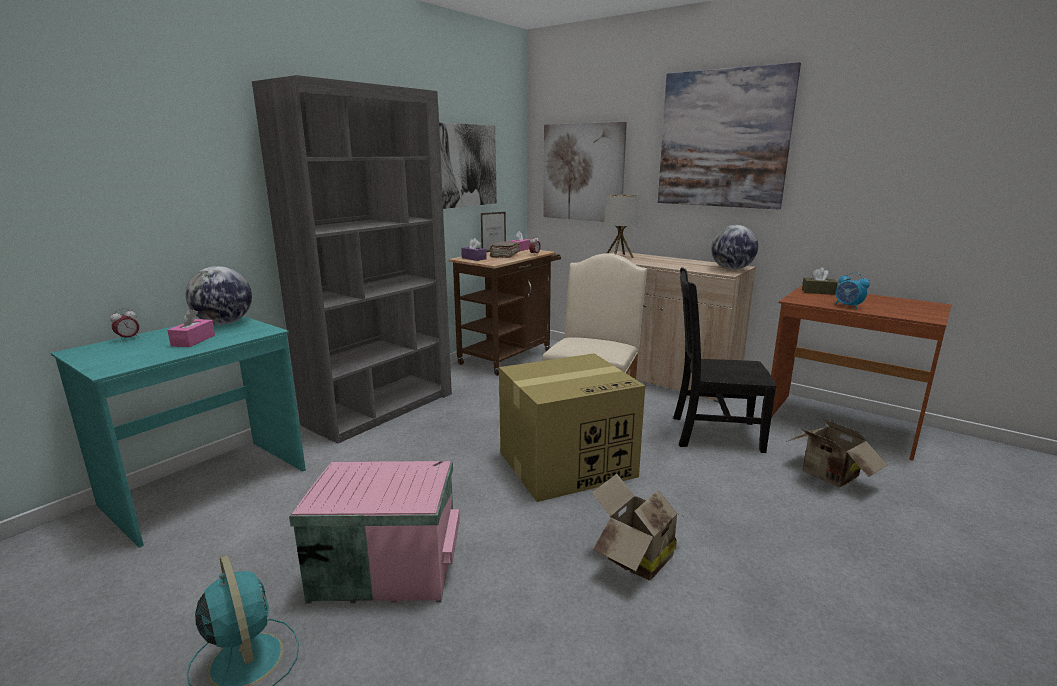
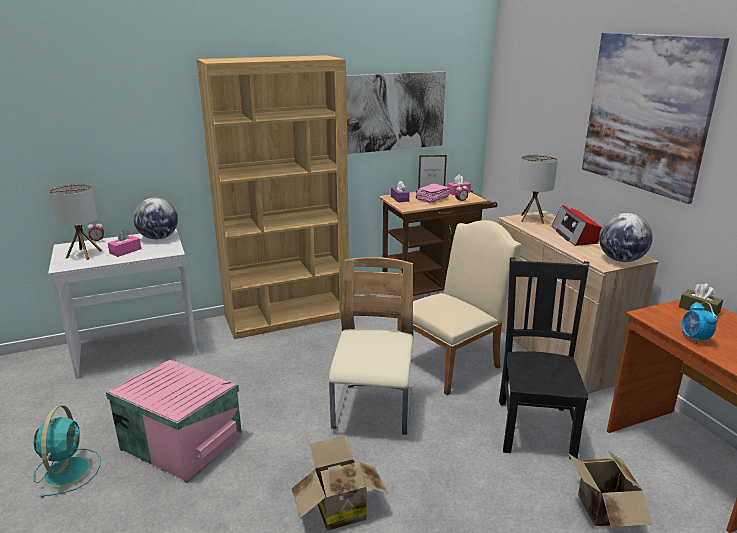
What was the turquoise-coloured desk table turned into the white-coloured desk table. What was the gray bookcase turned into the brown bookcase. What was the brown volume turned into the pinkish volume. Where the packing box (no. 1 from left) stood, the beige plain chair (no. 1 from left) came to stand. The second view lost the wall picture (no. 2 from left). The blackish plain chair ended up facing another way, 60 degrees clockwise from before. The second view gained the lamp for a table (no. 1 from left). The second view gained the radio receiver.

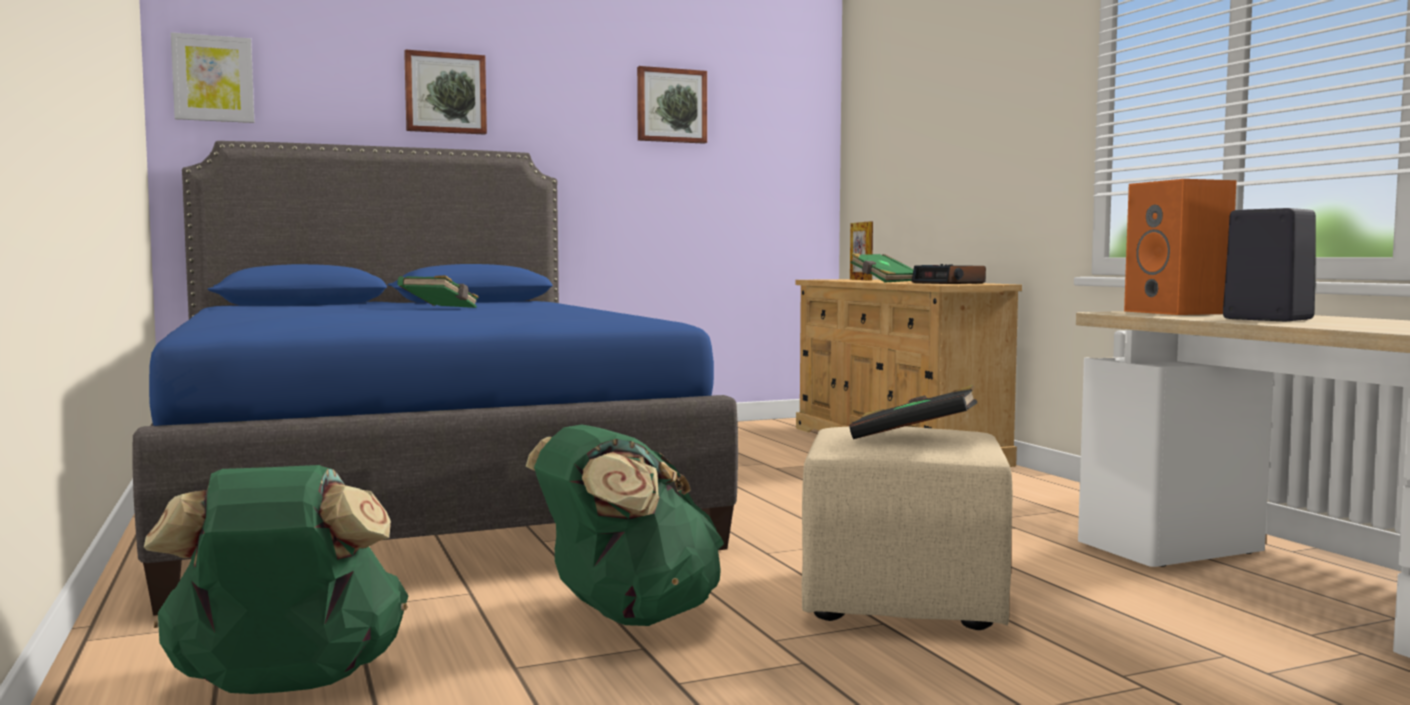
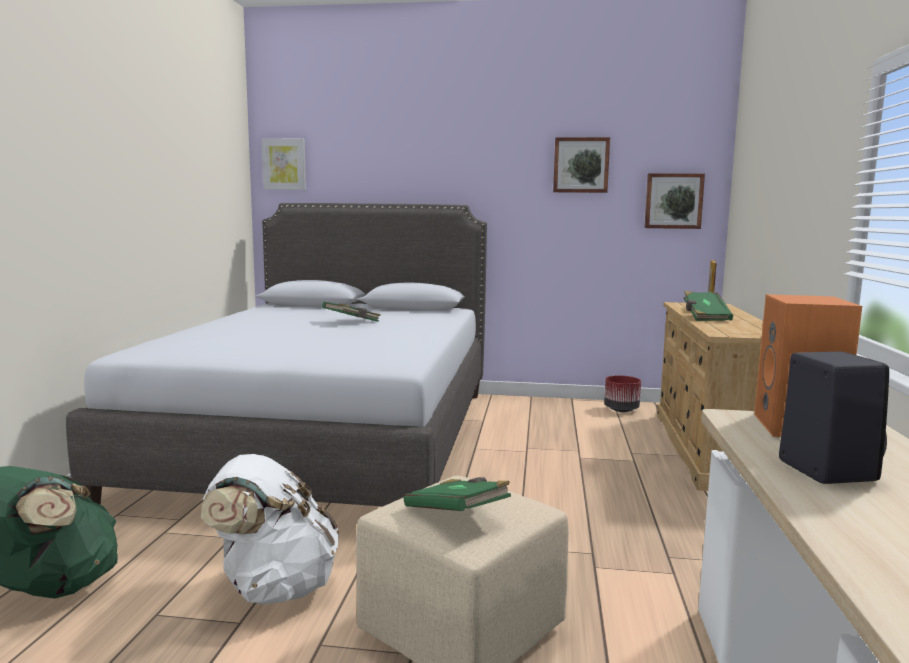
What was the blue bed turned into the gray bed. The wall picture (no. 2 from left in the first image) ended up elsewhere. What was the green rucksack (no. 2 from left) turned into the white-coloured rucksack. What was the blackish volume turned into the green volume (no. 2 from left). The second view lost the alarm clock. The second view gained the reddish flower pot.

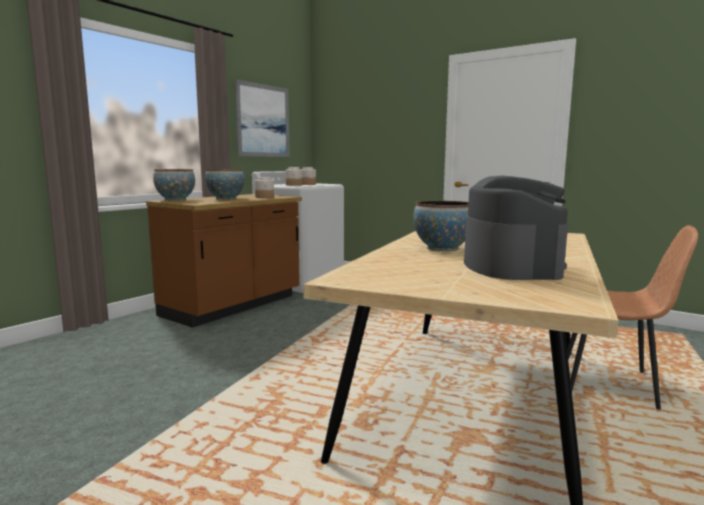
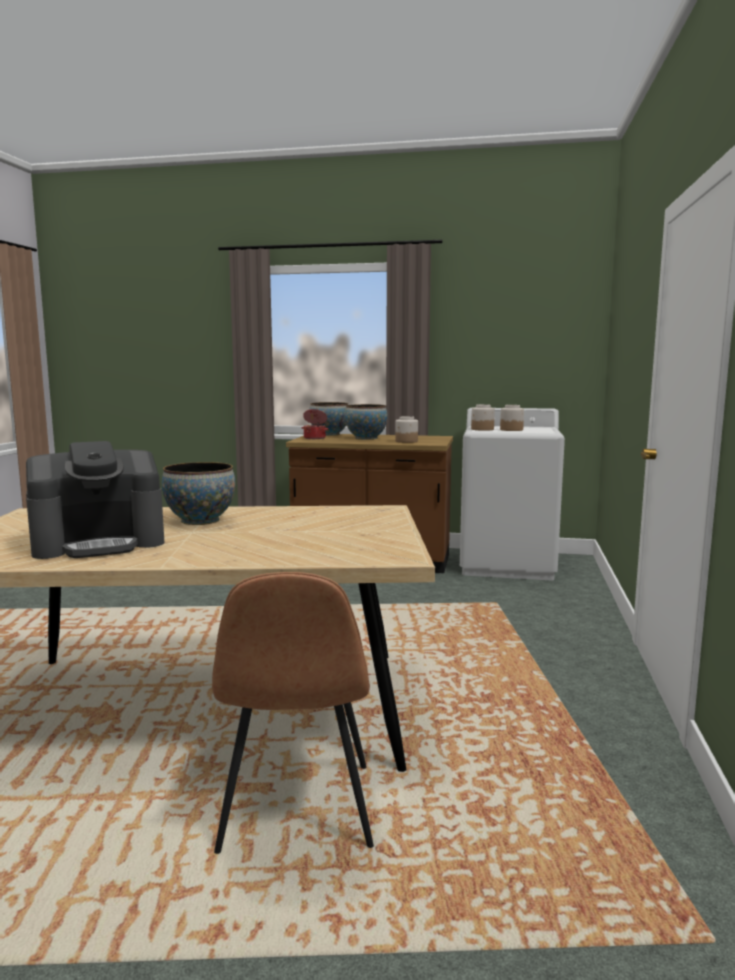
The second view lost the wall picture. The second view gained the stockpot.

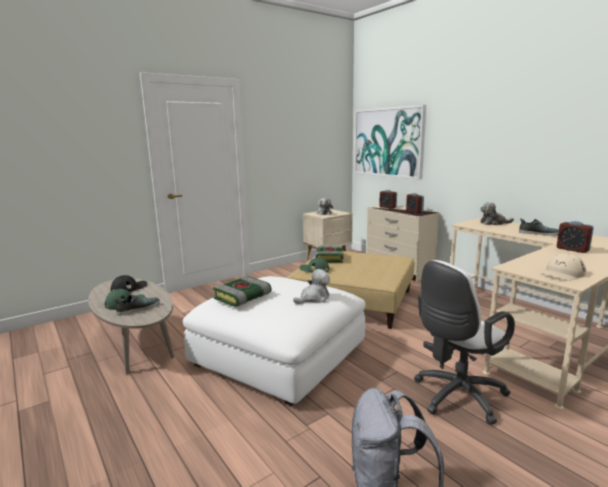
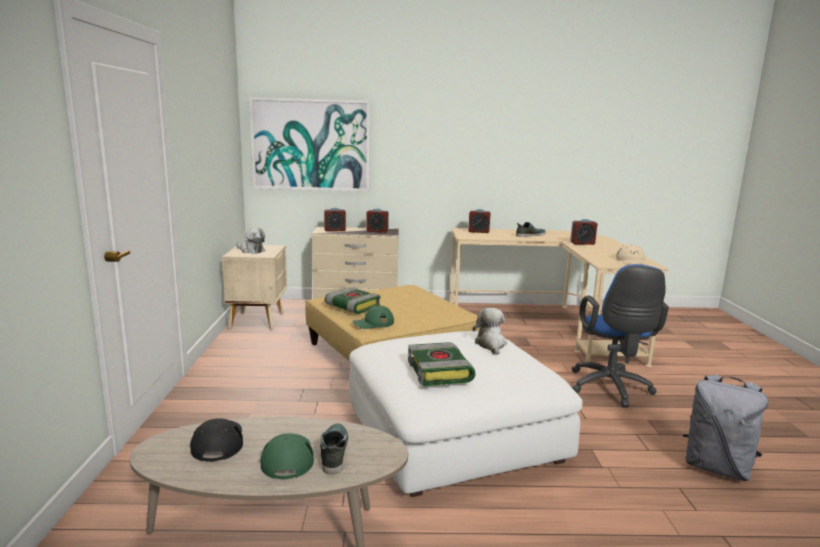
What was the white-coloured desk chair turned into the blue desk chair. Where the soft toy (no. 3 from left) stood, the alarm clock (no. 3 from left) came to stand.

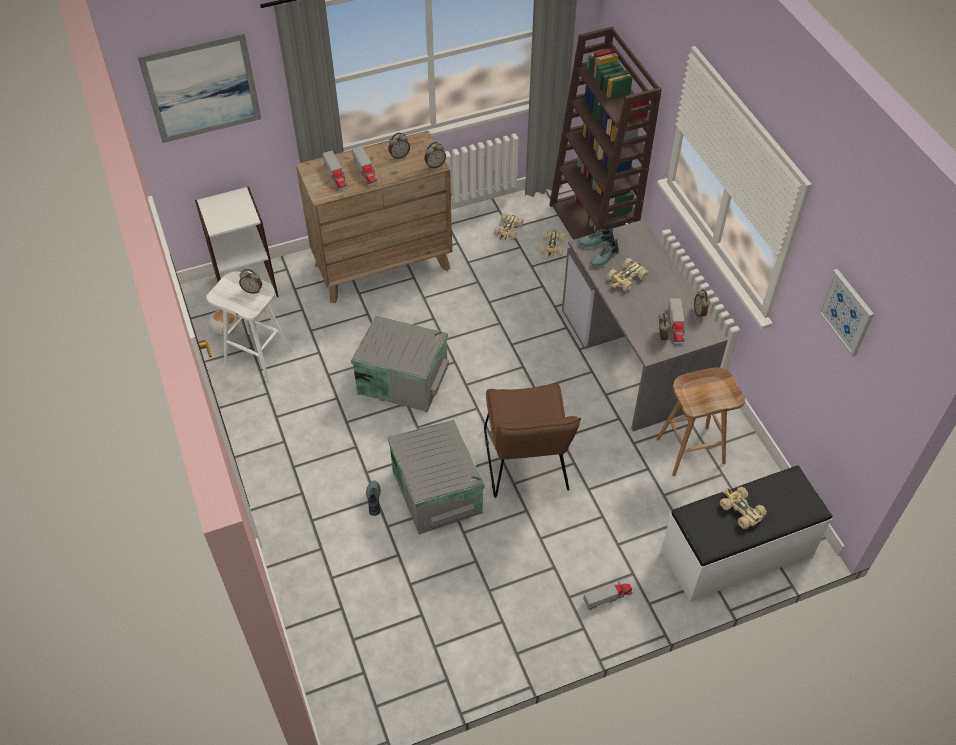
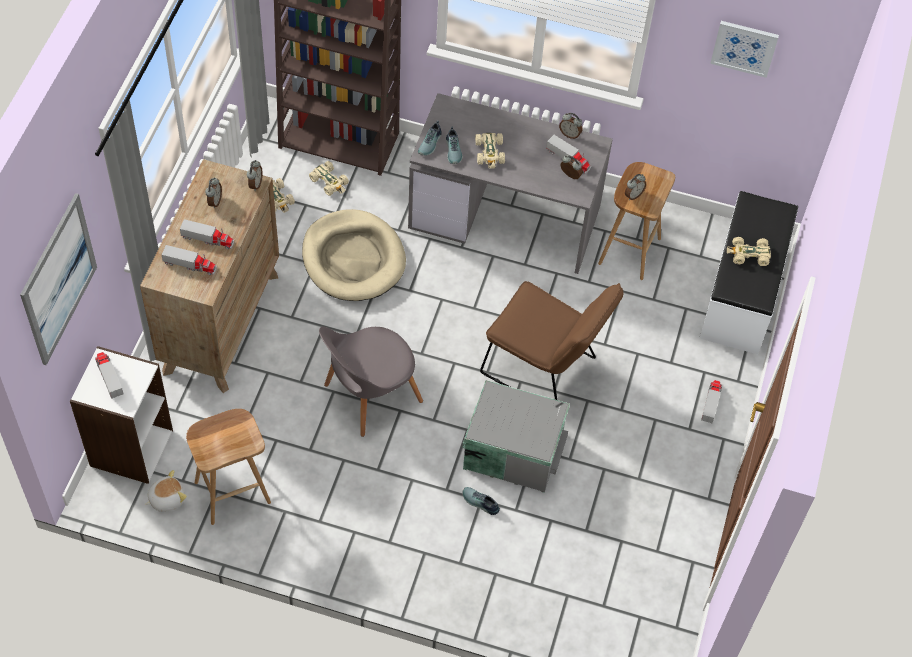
What was the white-coloured stool seat turned into the brown stool seat (no. 1 from left). The alarm clock (no. 1 from left in the first image) ended up elsewhere. Where the gray storage container (no. 1 from left) stood, the gray plain chair came to stand. The second view gained the toy truck (no. 1 from left). The second view gained the beige dog bed.

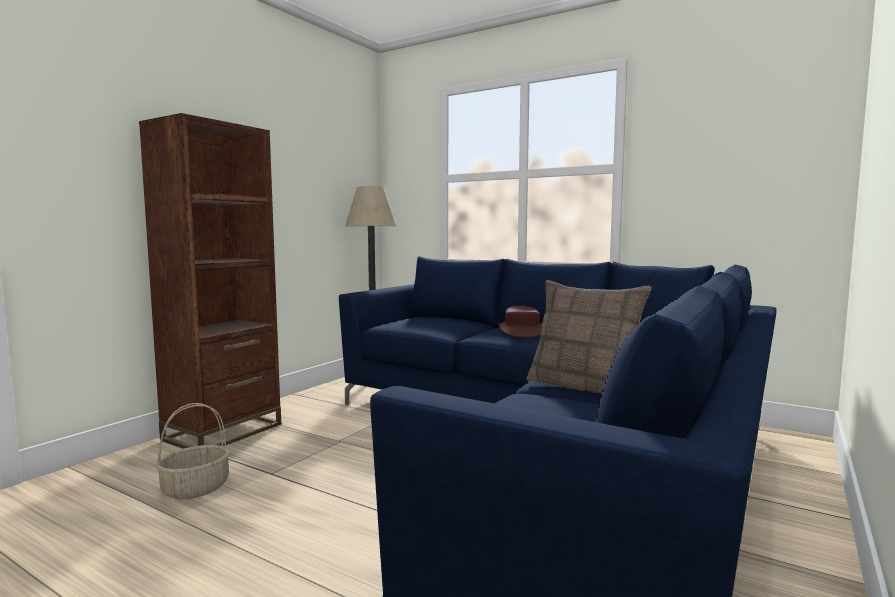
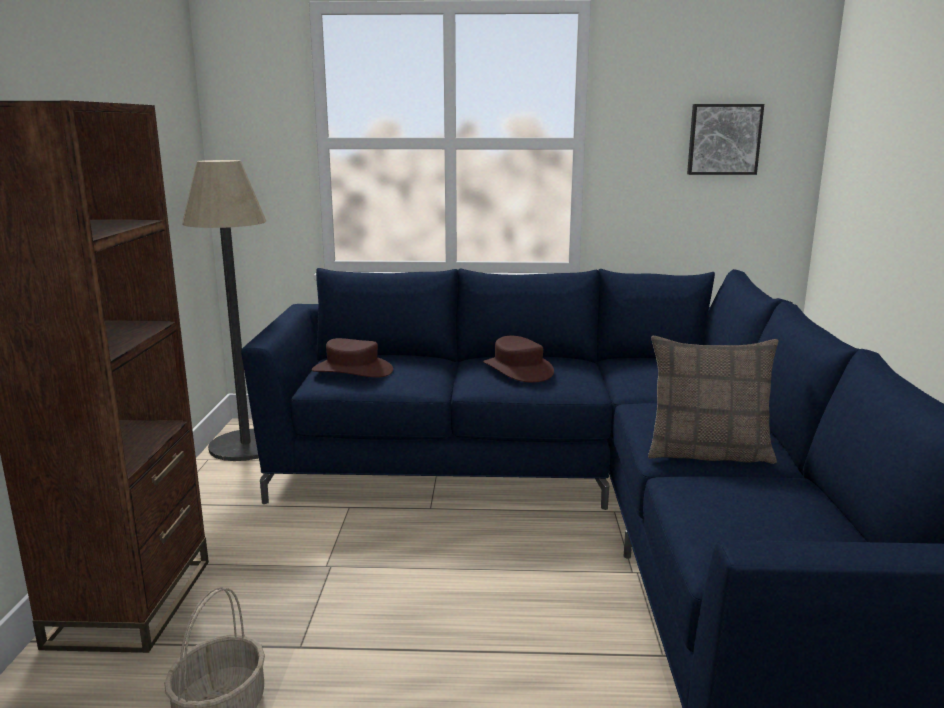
The second view gained the brown clothing hat (no. 1 from left). The second view gained the wall picture.

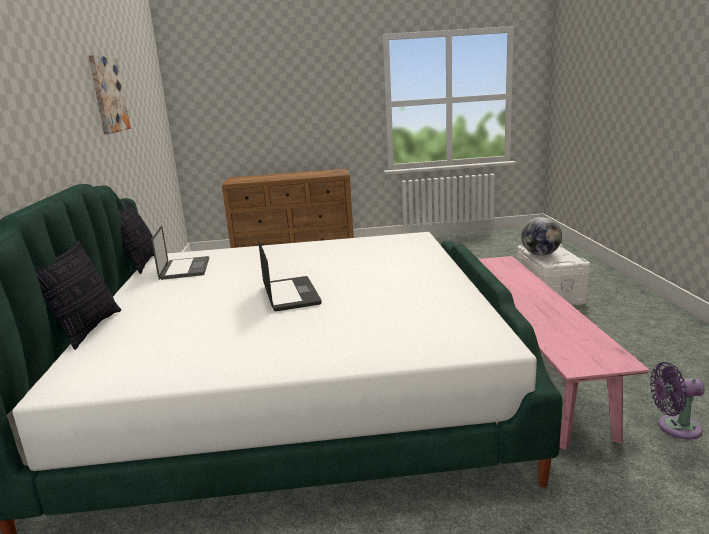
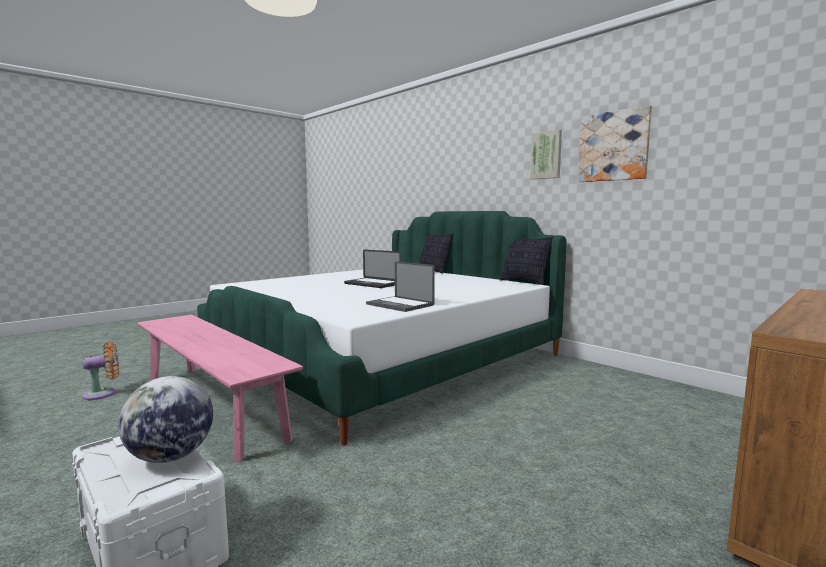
The notebook computer (no. 1 from left in the first image) ended up elsewhere. What was the purple cooling fan turned into the orange-coloured cooling fan. The second view gained the wall picture (no. 1 from left).

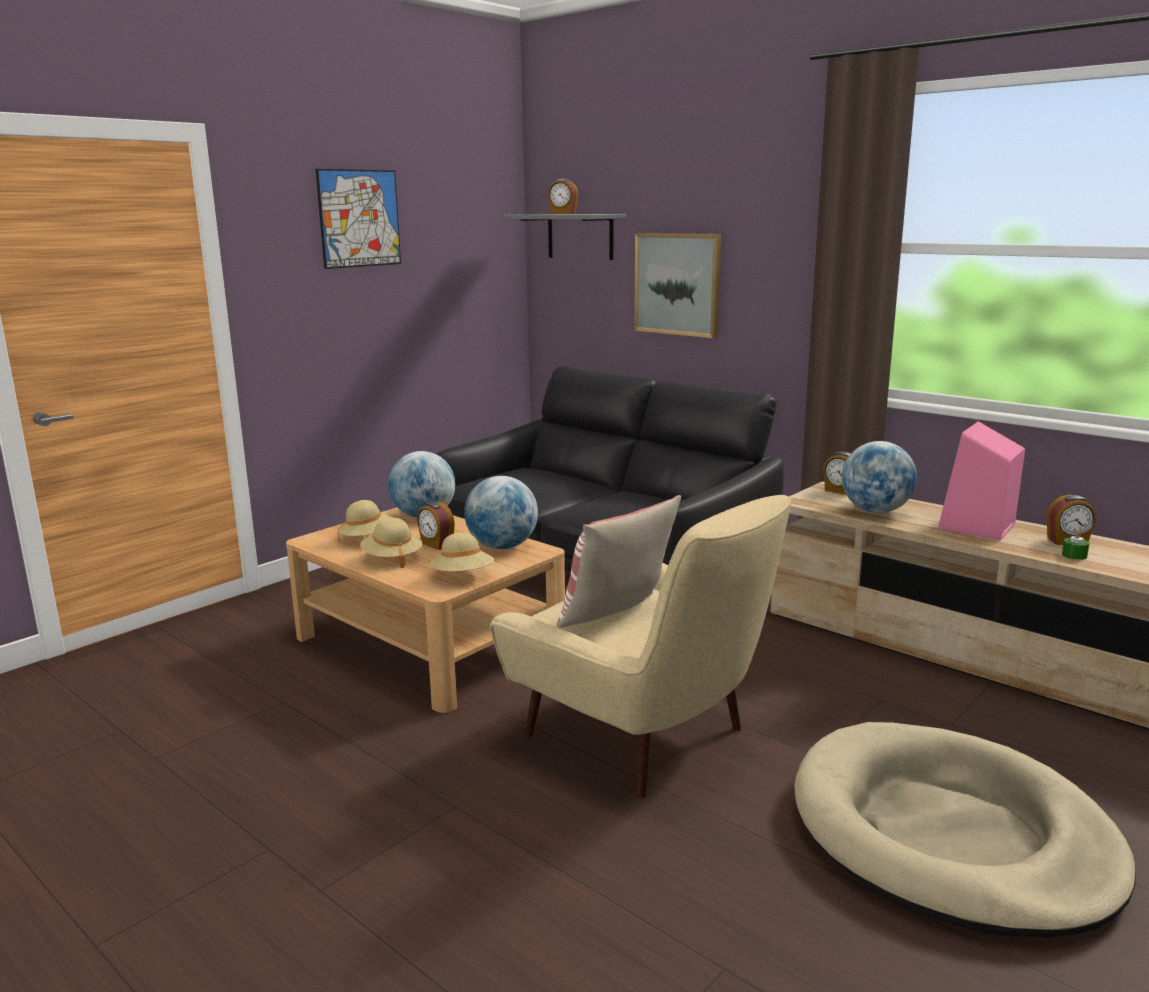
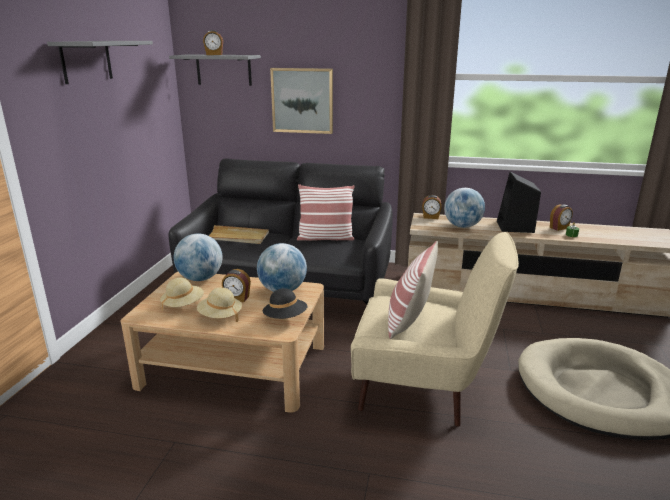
Where the wall picture (no. 1 from left) hung, the gray wall shelf (no. 1 from left) came to hang. What was the beige clothing hat (no. 3 from left) turned into the blackish clothing hat. What was the pinkish audio speaker turned into the blackish audio speaker. The second view gained the beige tray. The second view gained the pillow (no. 1 from left).

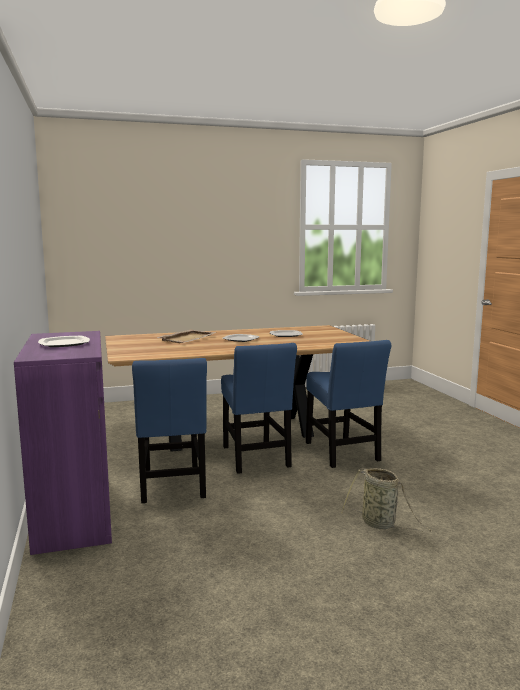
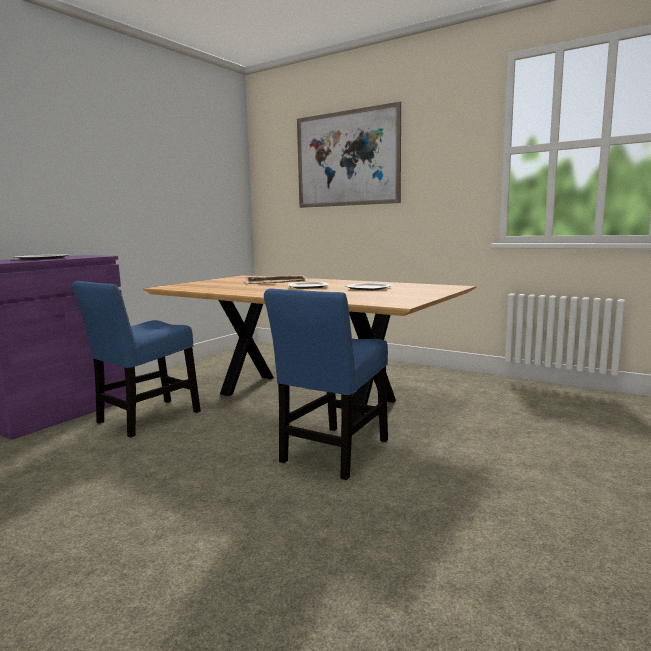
The second view lost the blue plain chair (no. 2 from left). The second view lost the storage basket. The second view gained the wall picture.

